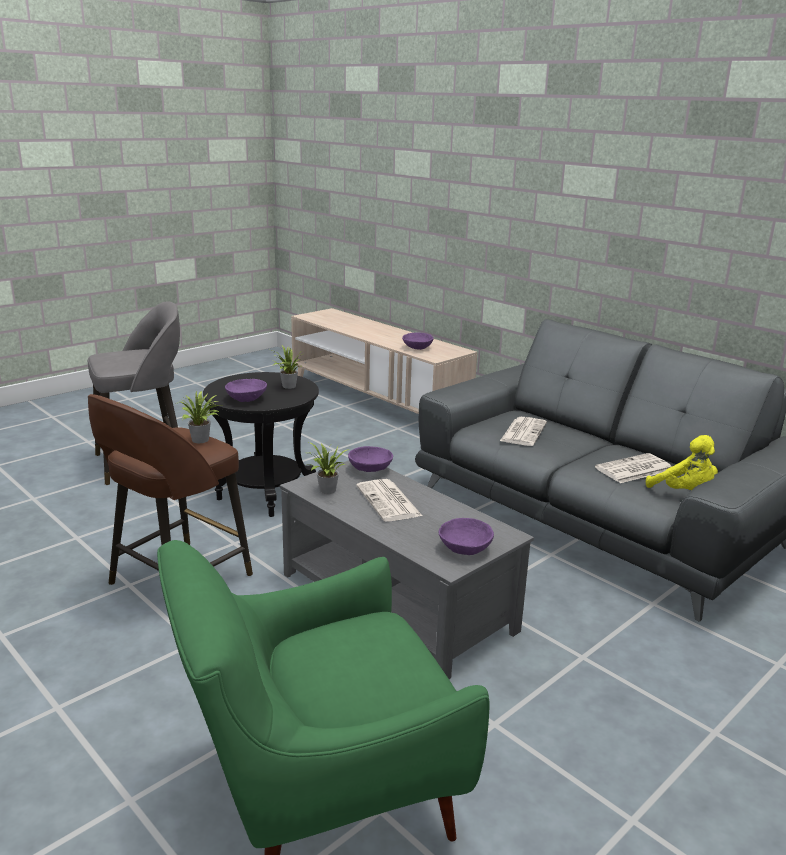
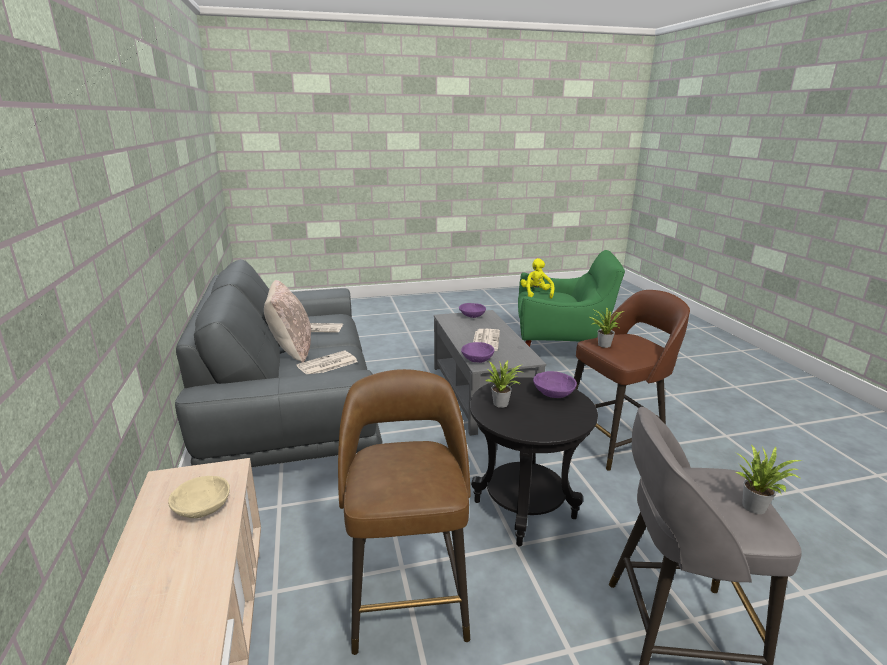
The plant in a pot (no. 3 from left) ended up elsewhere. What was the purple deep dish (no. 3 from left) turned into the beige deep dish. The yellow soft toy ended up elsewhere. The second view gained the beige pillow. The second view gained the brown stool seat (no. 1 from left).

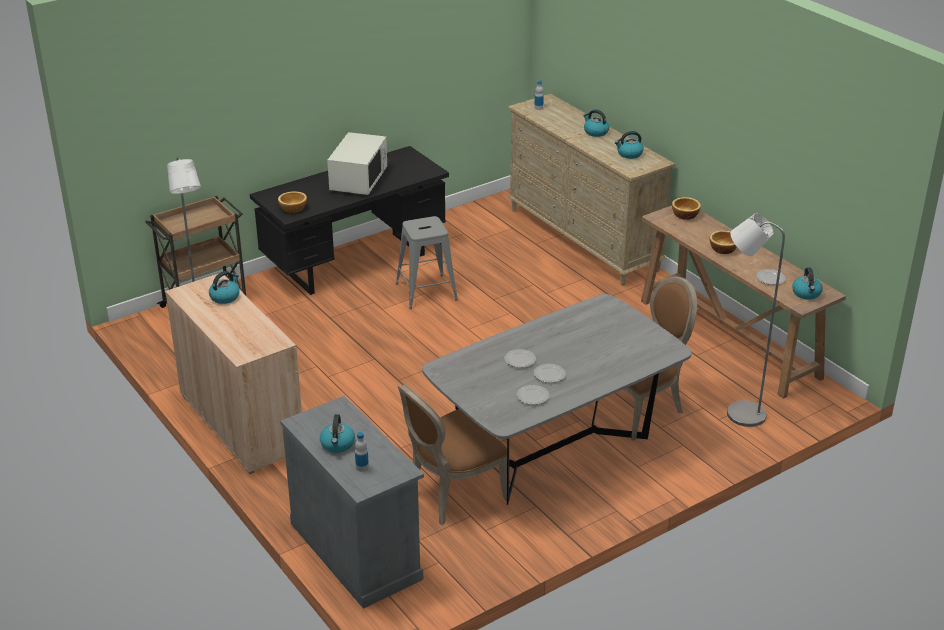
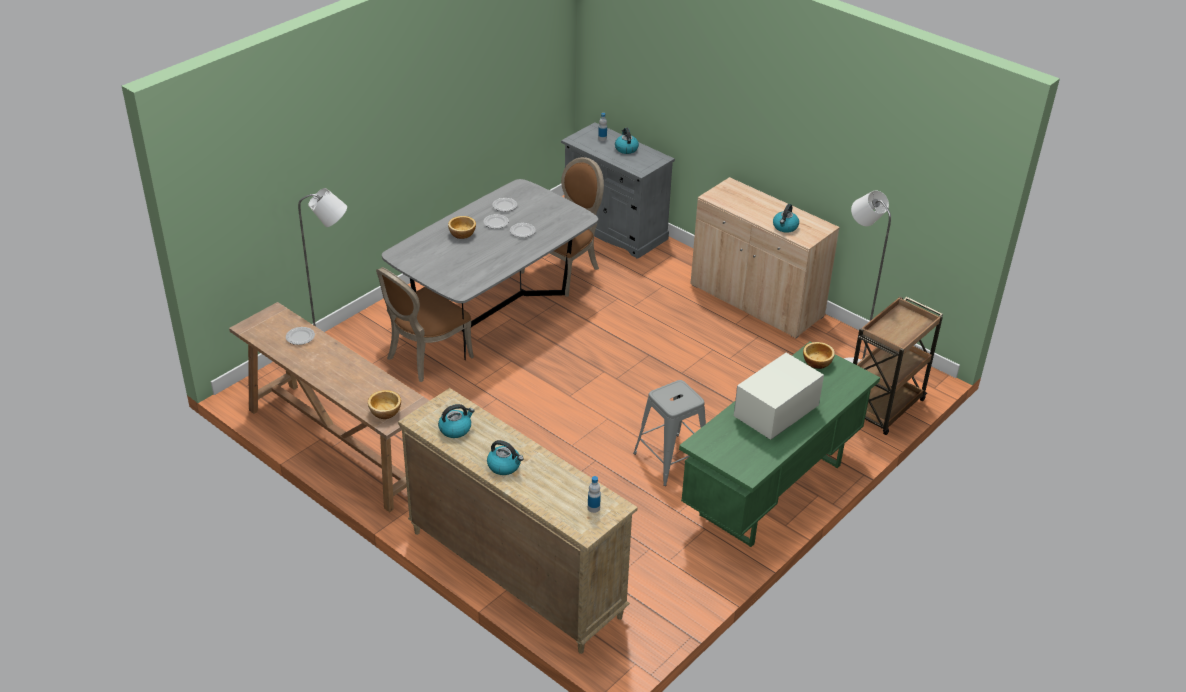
What was the blackish desk table turned into the green desk table. The white-coloured microwave oven ended up facing another way, 45 degrees clockwise from before. The deep dish (no. 3 from left in the first image) ended up elsewhere. The second view lost the tea kettle (no. 5 from left).

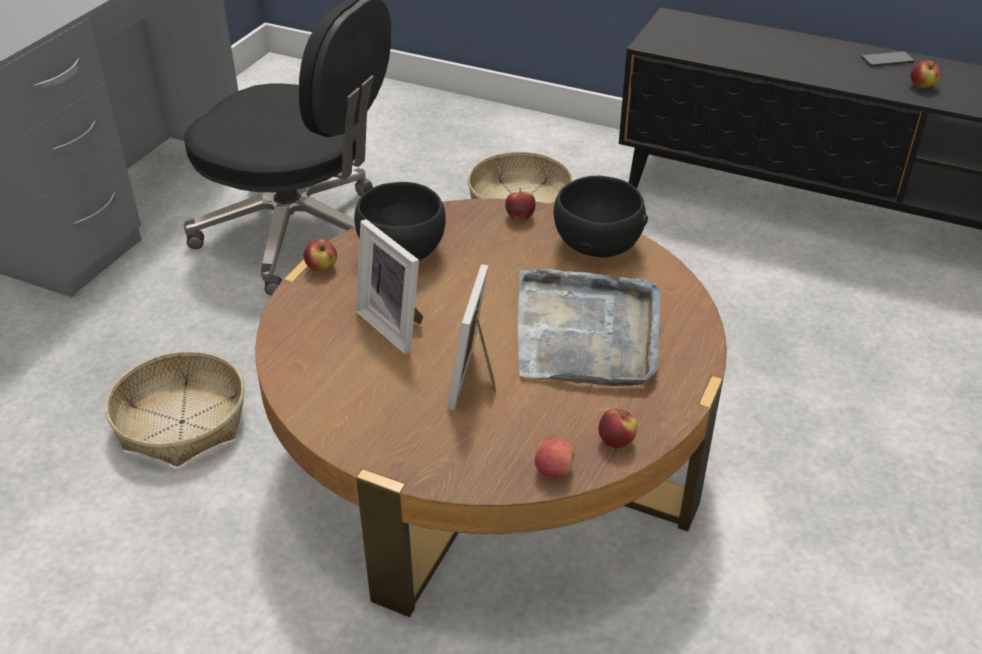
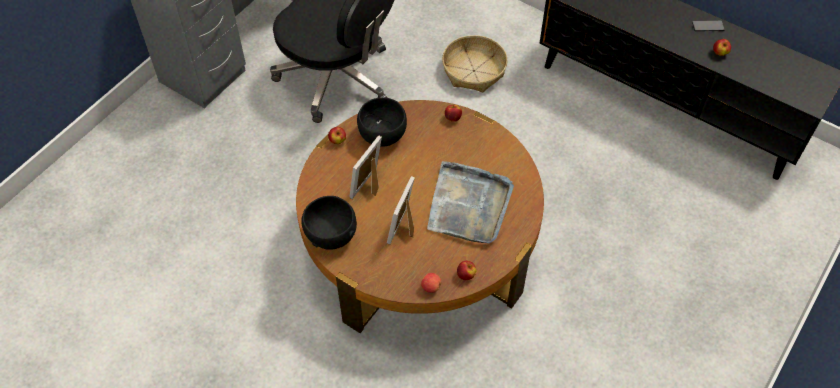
The second view lost the storage basket (no. 1 from left). The standing frame (no. 1 from left) ended up facing another way, 60 degrees clockwise from before. The blackish deep dish (no. 2 from left in the first image) ended up elsewhere.

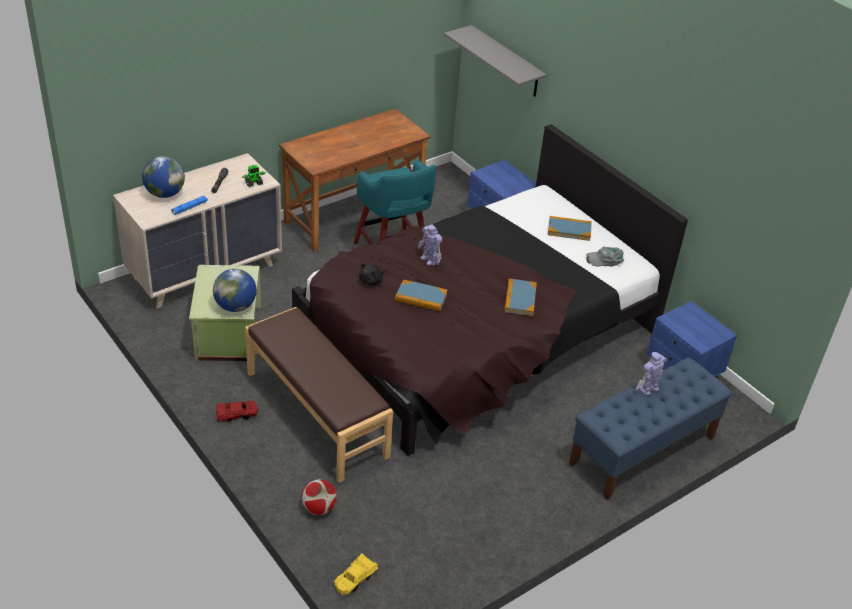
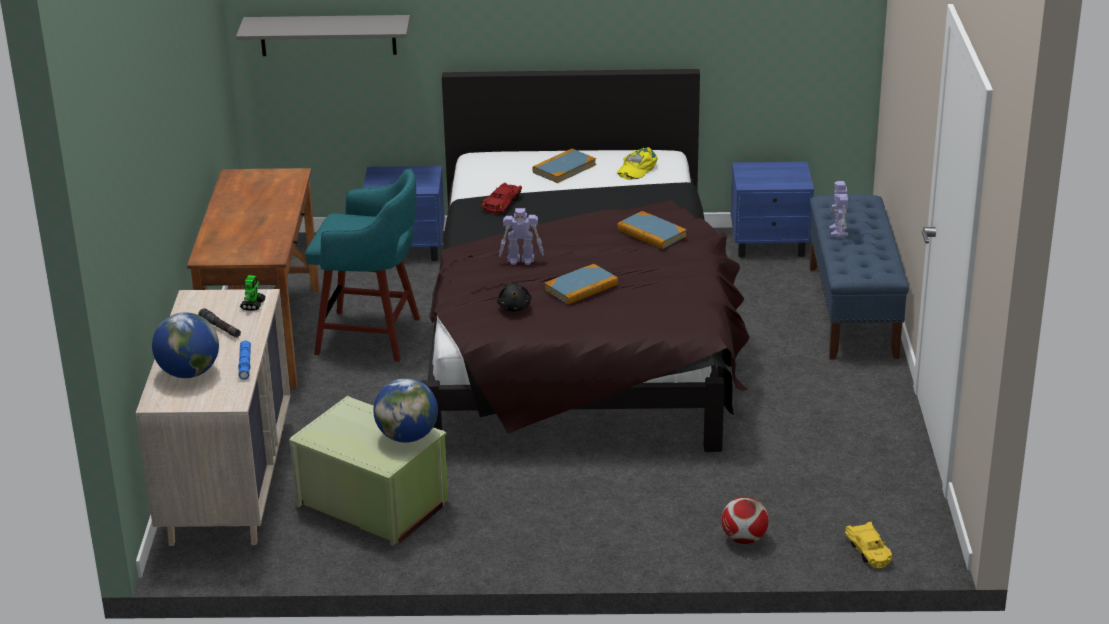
The reddish model car ended up elsewhere. The second view lost the brown bench. What was the gray cap turned into the yellow cap.

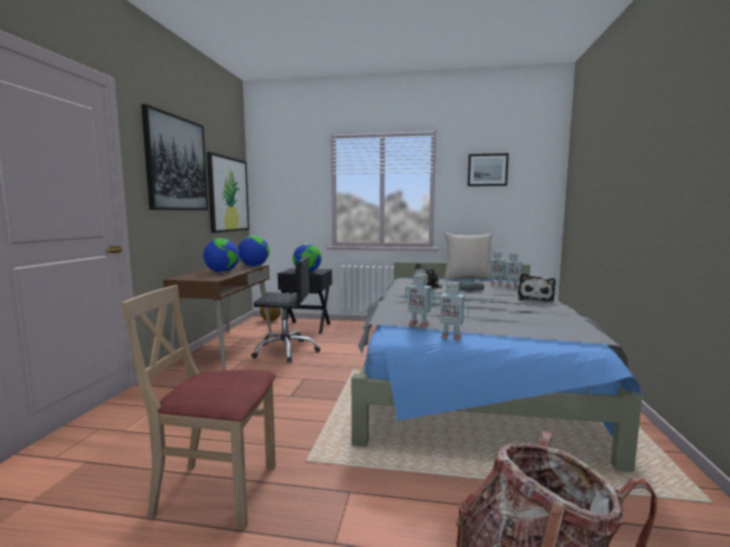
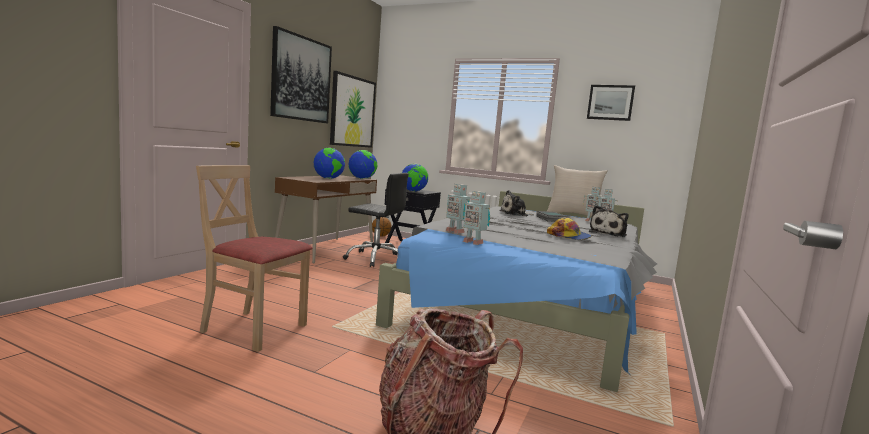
The second view gained the cap.

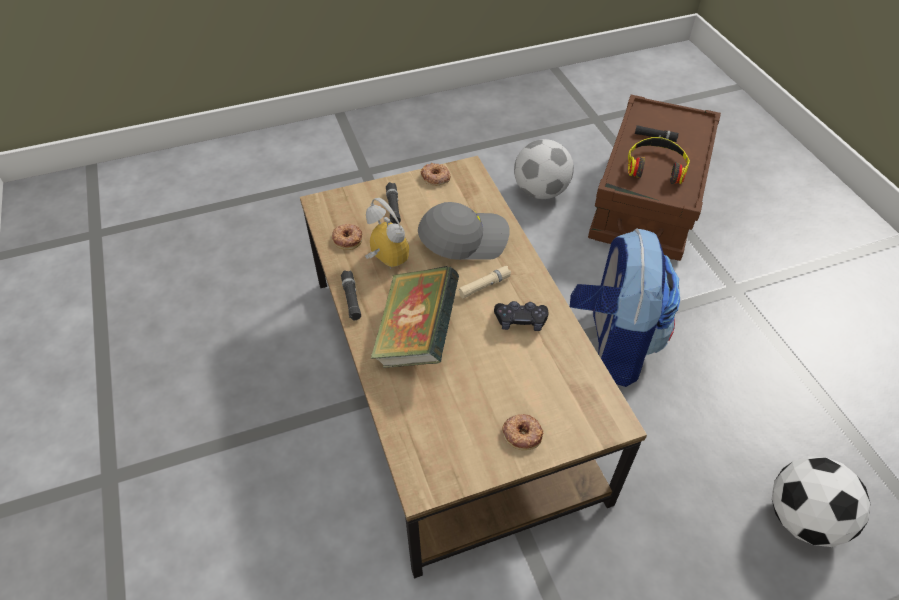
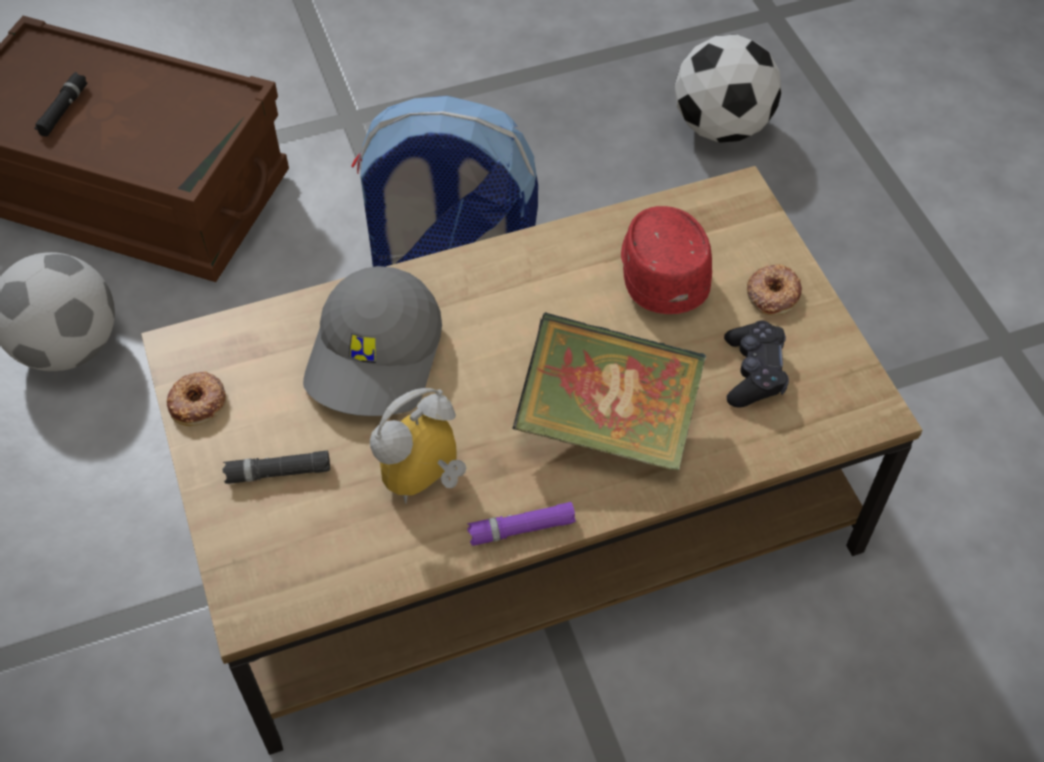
The second view lost the ring doughnut (no. 1 from left). What was the blackish hand torch (no. 1 from left) turned into the purple hand torch. The gray cap ended up facing another way, 150 degrees counterclockwise from before. The second view lost the beige hand torch. The blackish gamepad ended up elsewhere. The second view lost the headphones. The second view gained the reddish cap.

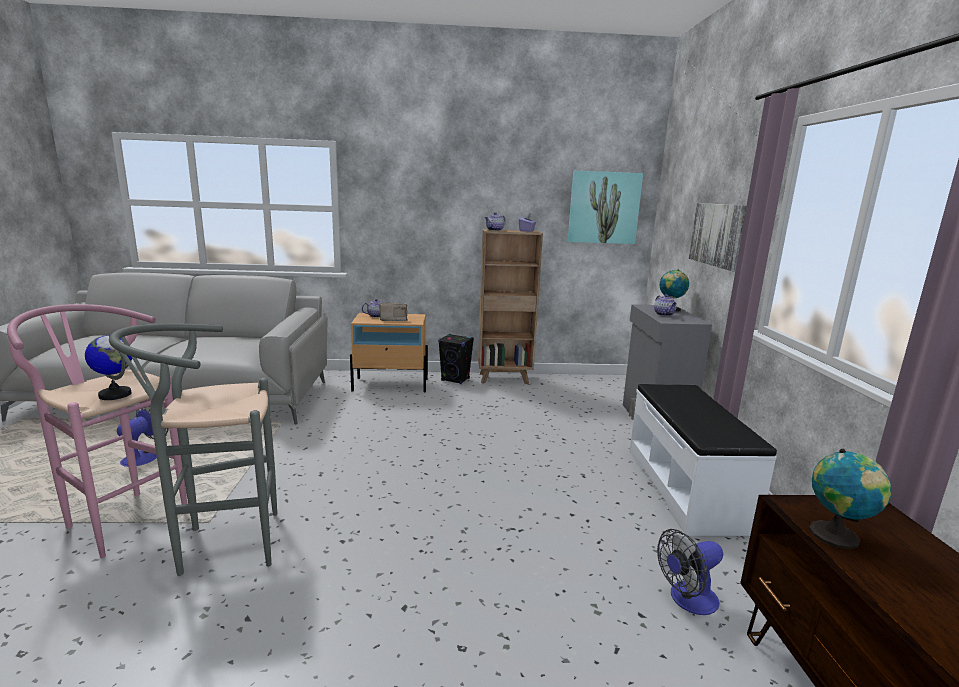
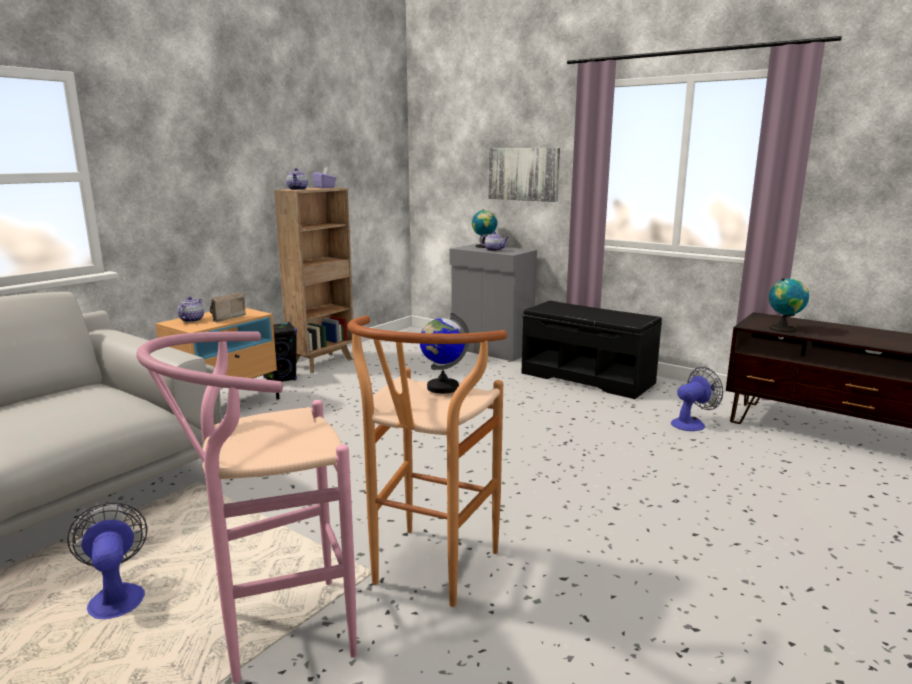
The globe (no. 1 from left) ended up elsewhere. What was the gray stool seat turned into the brown stool seat. The second view lost the wall picture (no. 1 from left). What was the white-coloured bench turned into the blackish bench. The cooling fan (no. 2 from left) ended up facing another way, 135 degrees counterclockwise from before.

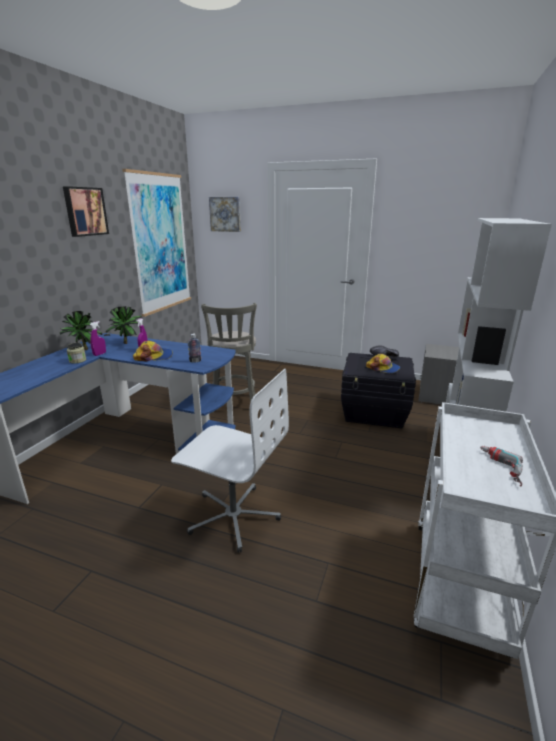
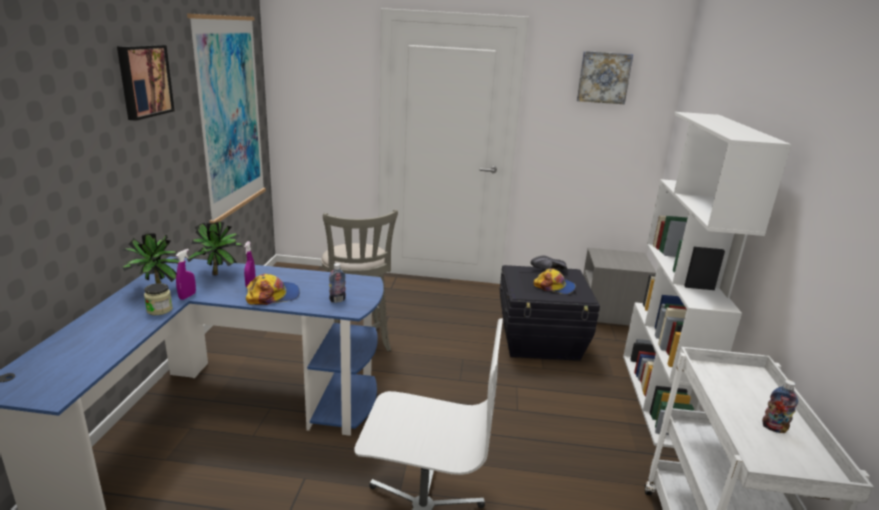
The wall picture (no. 3 from left) ended up elsewhere. Where the electric drill stood, the bottle (no. 2 from left) came to stand.

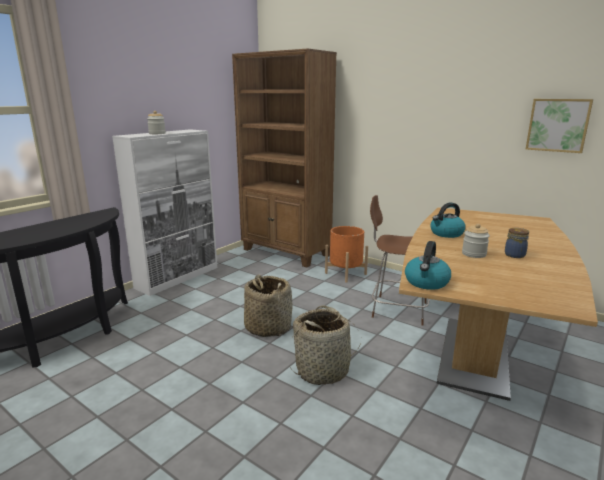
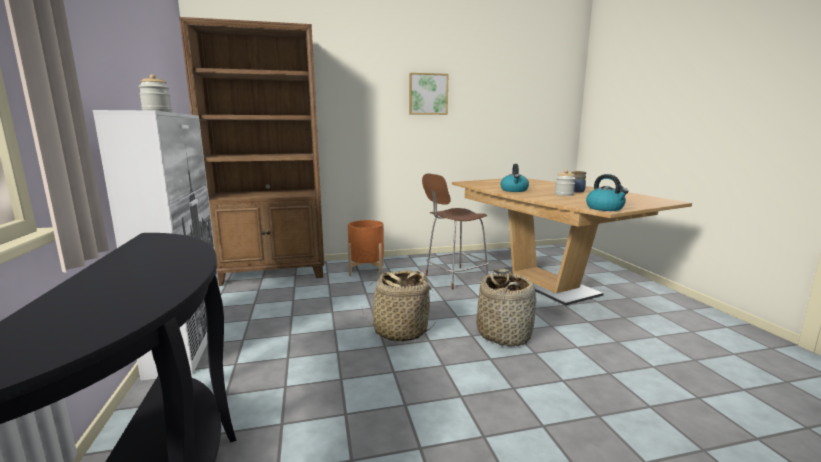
The wall picture ended up elsewhere.

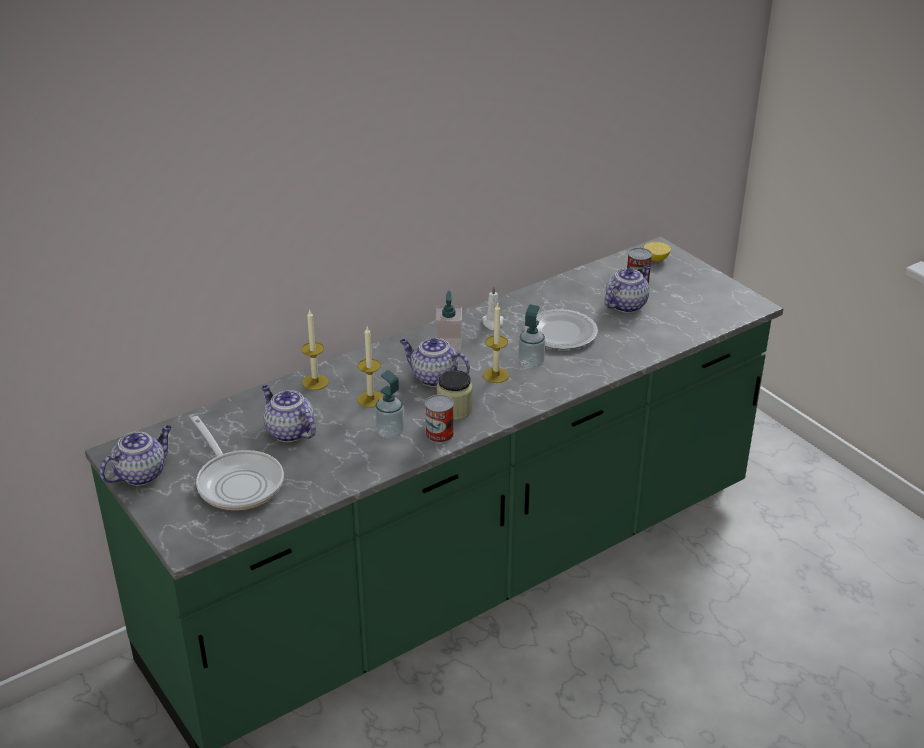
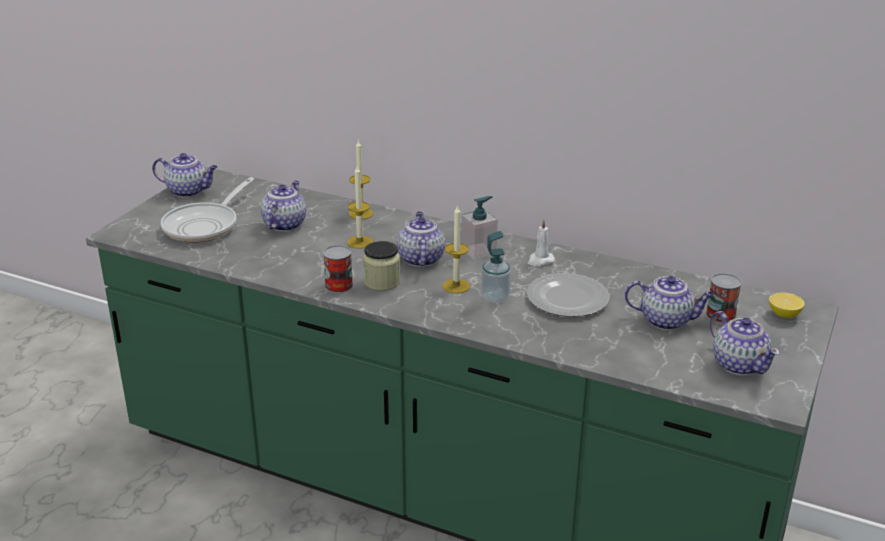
The second view lost the soap dispenser (no. 1 from left). The second view gained the pot for tea (no. 5 from left).

